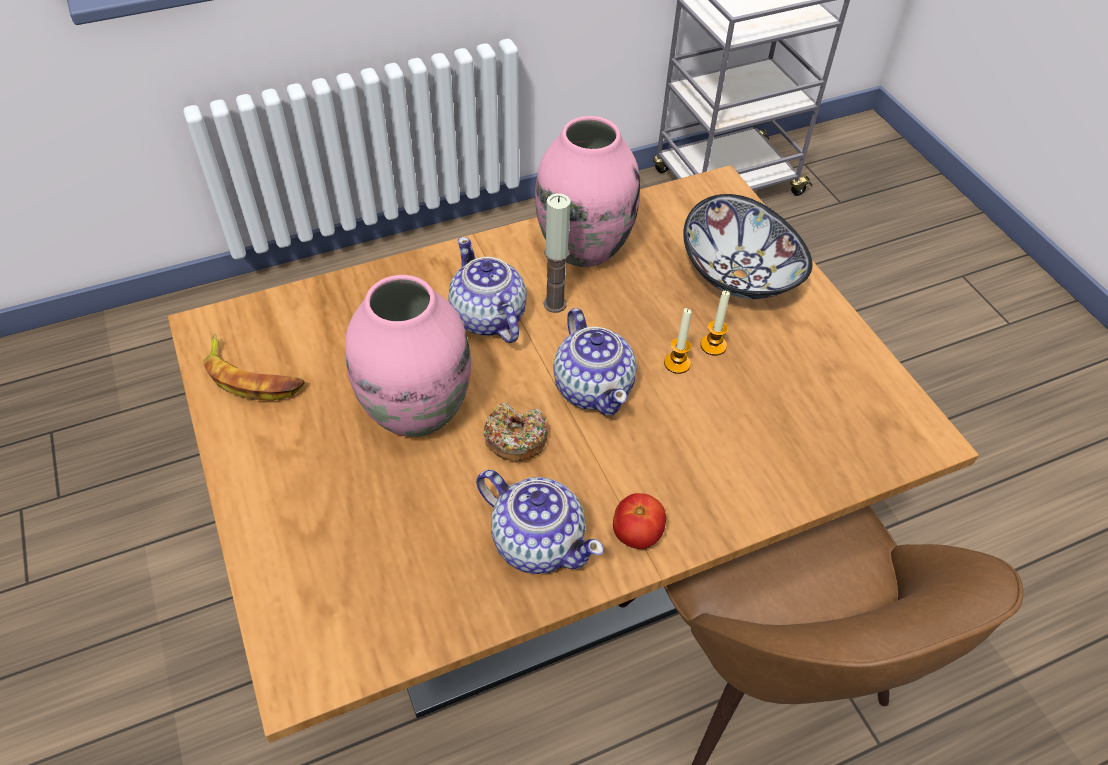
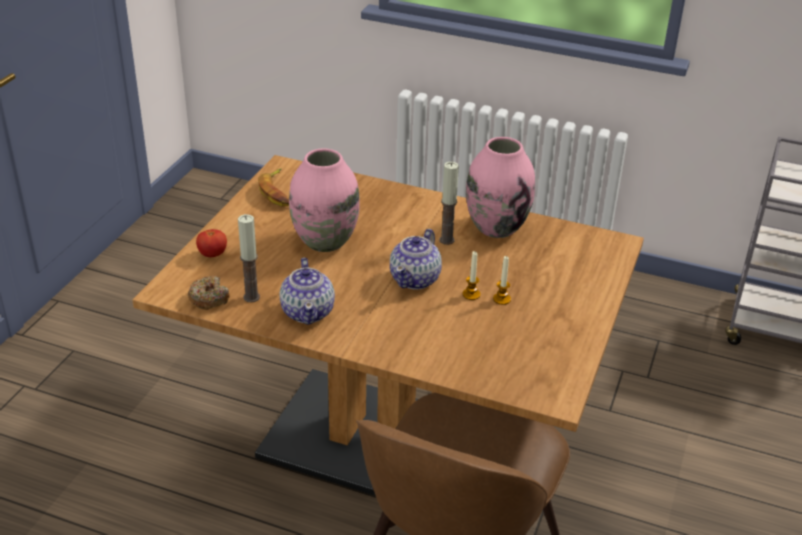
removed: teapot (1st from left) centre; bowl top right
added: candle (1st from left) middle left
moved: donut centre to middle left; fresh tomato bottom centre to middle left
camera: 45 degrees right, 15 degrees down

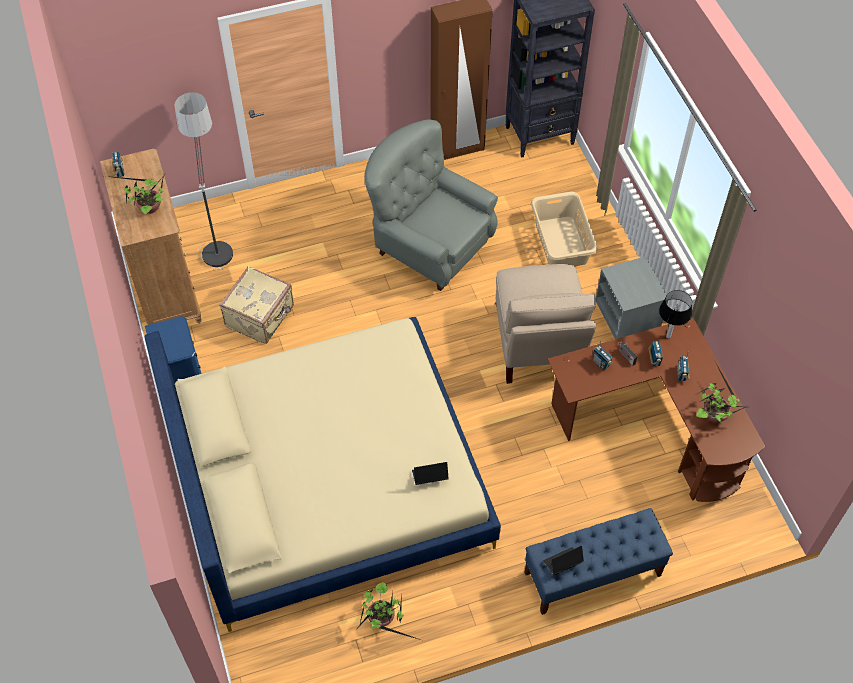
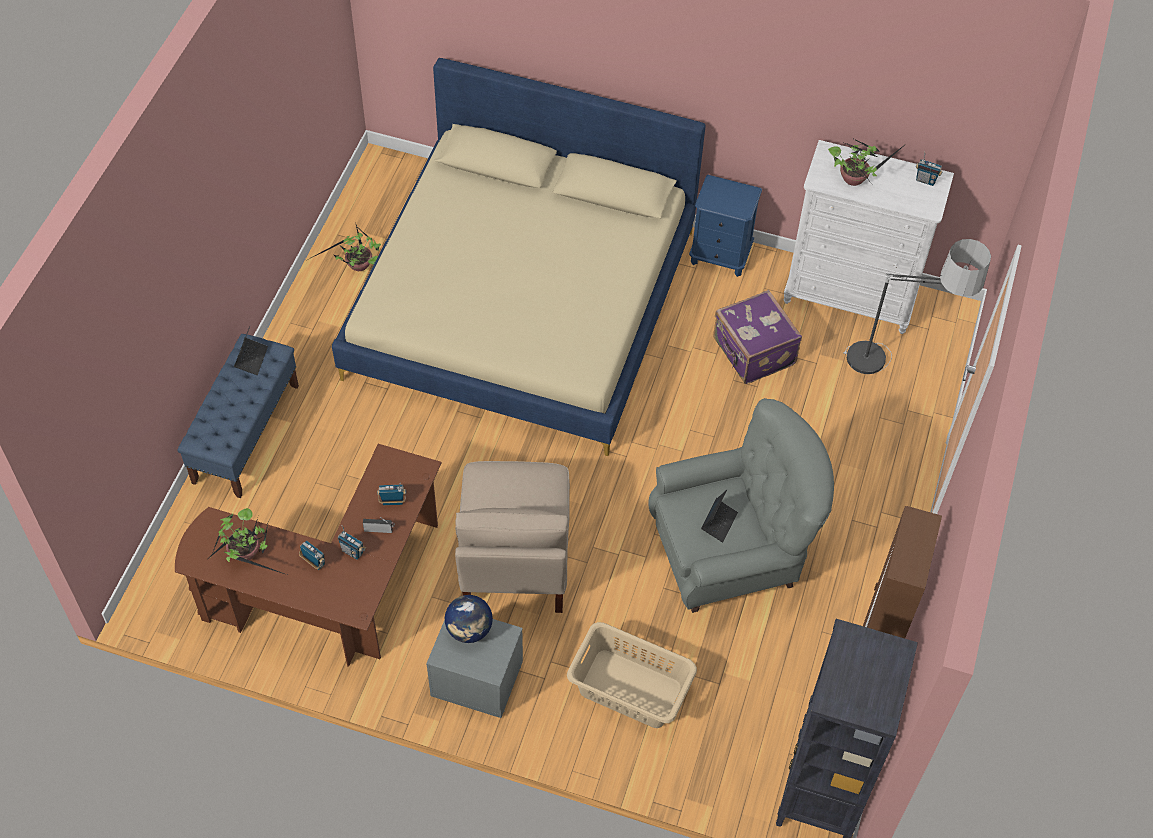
removed: table lamp middle right
added: globe bottom centre
moved: portable computer (1st from left in the first image) bottom centre to portable computer (2nd from left) centre
recoloured: brown-coloured chest of drawers middle left to white-coloured chest of drawers top right; sand-coloured suitcase middle left to purple suitcase centre
turned: sand-coloured plain chair centre = centre 120 degrees counterclockwise
camera: 125 degrees right, 0 degrees up

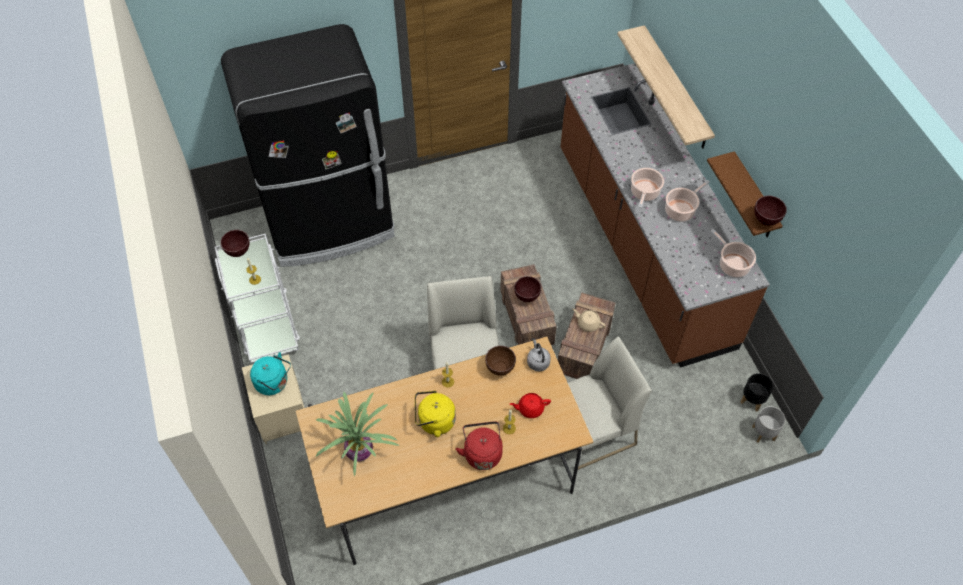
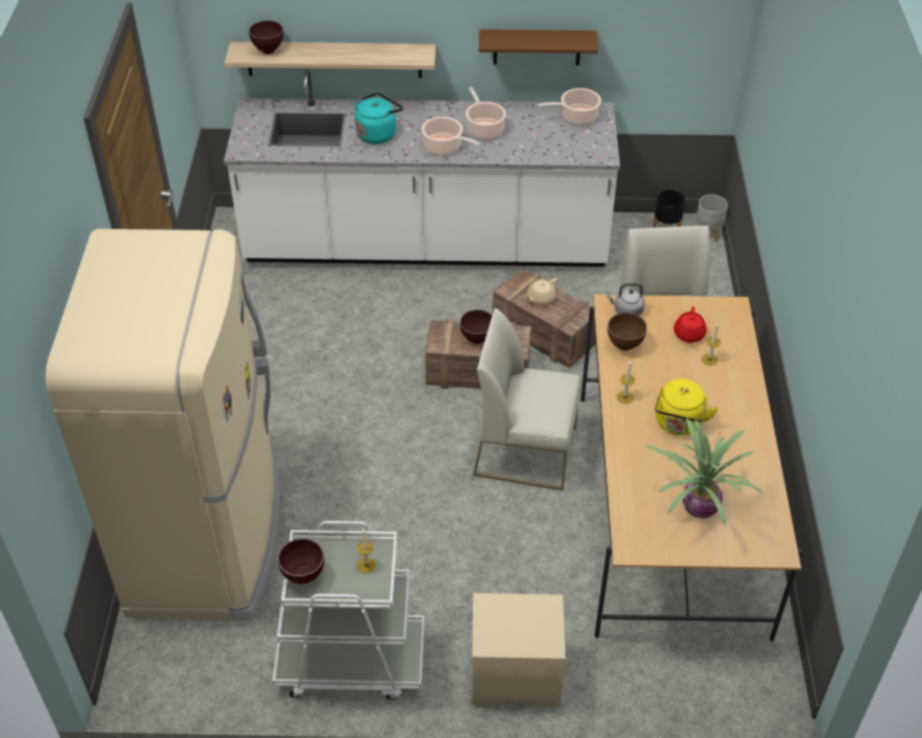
removed: red water kettle bottom centre
moved: turquoise-coloured water kettle middle left to top centre; brown-coloured bowl (4th from left in the first image) middle right to brown-coloured bowl (1st from left) top left
recoloured: black fridge top left to sand-coloured fridge middle left; brown-coloured kitchen counter middle right to white-coloured kitchen counter top centre
camera: 70 degrees left, 10 degrees down

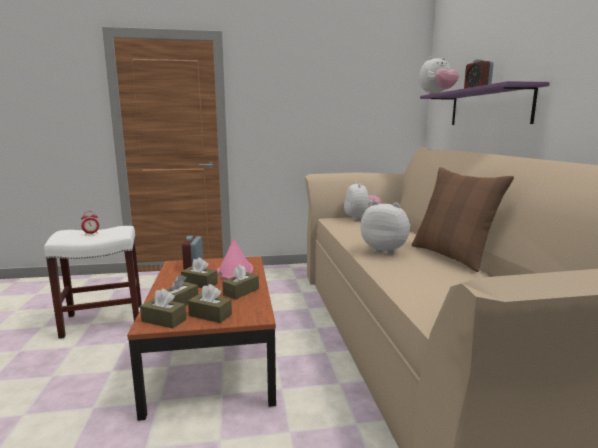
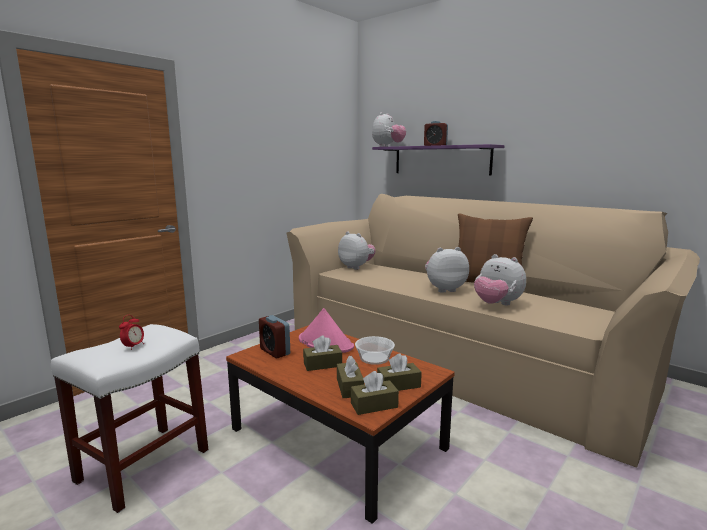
added: plush toy (4th from left) middle right
replaced: brown-coloured tissue box (5th from left) centre to bowl centre
camera: 40 degrees left, 0 degrees up

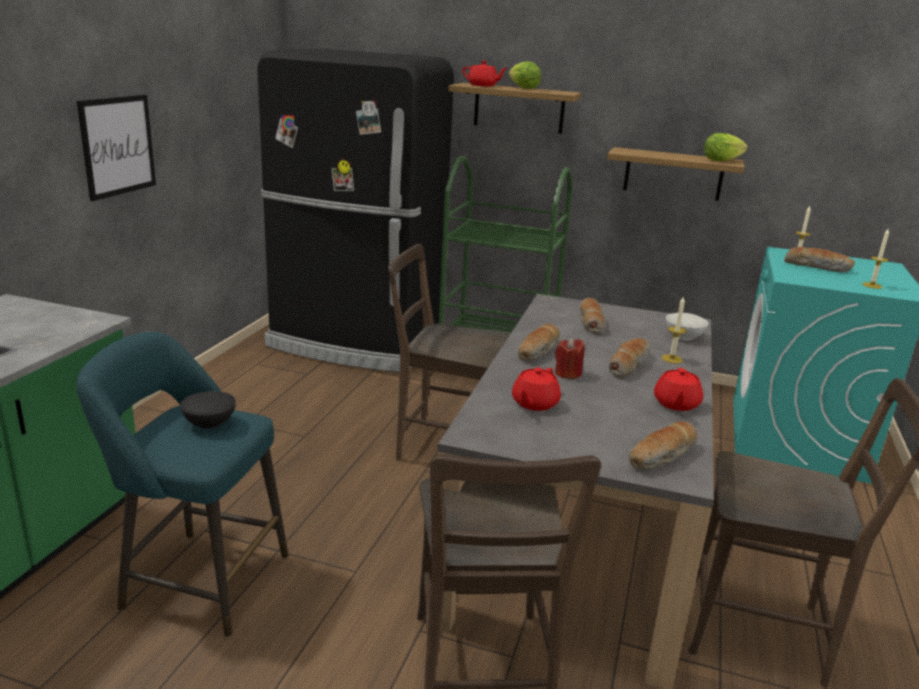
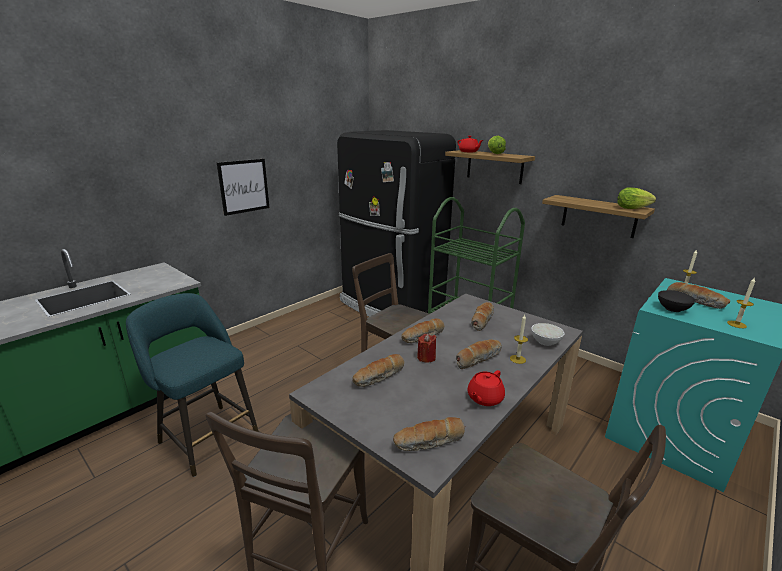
moved: black bowl middle left to middle right
replaced: red teapot (2nd from left) centre to bread (1st from left) centre
camera: 25 degrees right, 0 degrees up

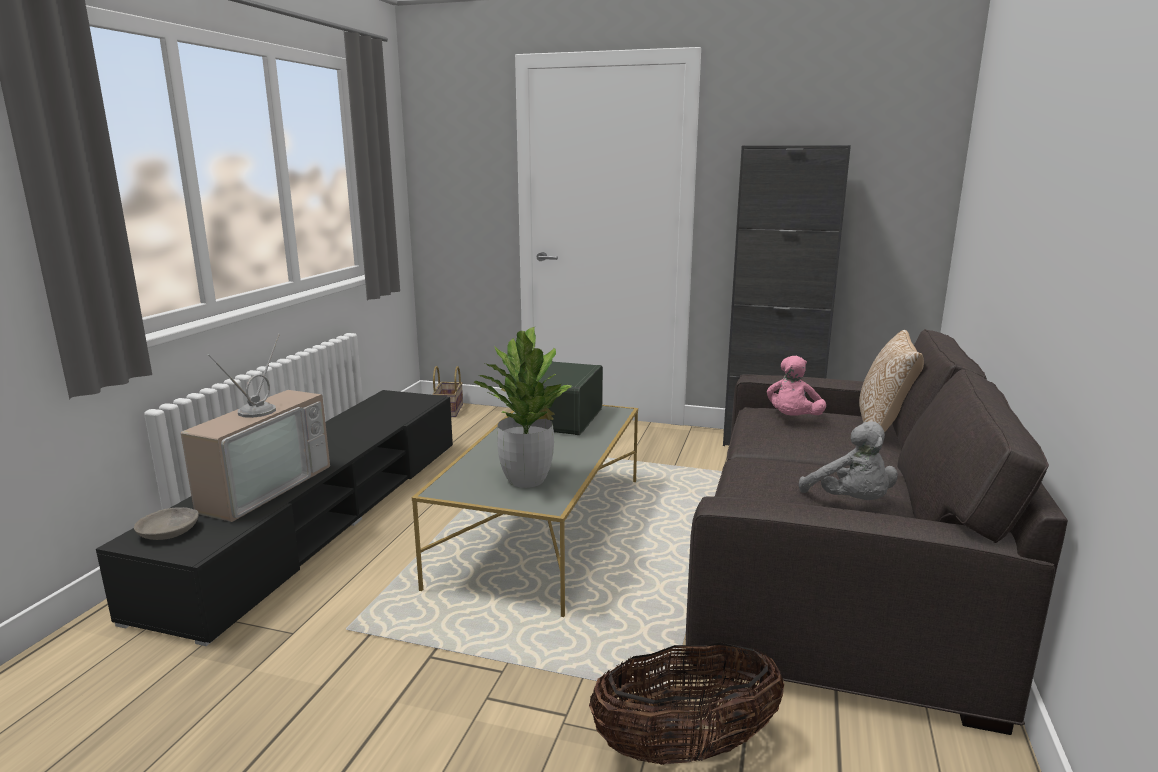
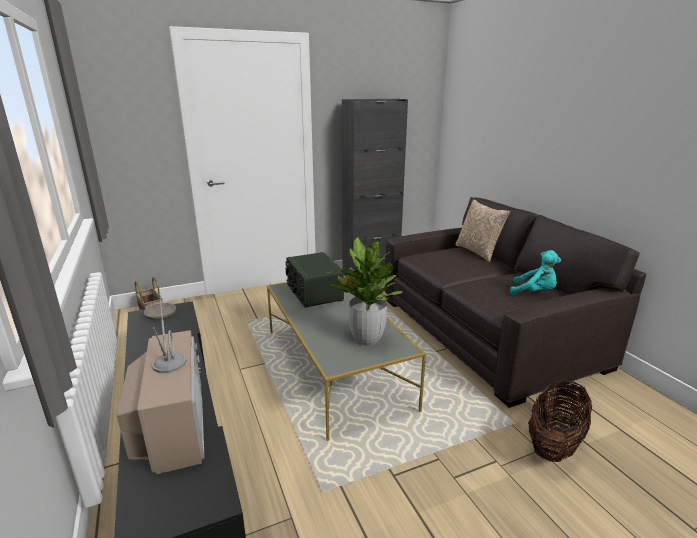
removed: pink-coloured plush toy middle right
moved: greyish bowl bottom left to middle left
recoloured: greyish plush toy middle right to turquoise-coloured plush toy middle right
camera: 40 degrees left, 5 degrees up

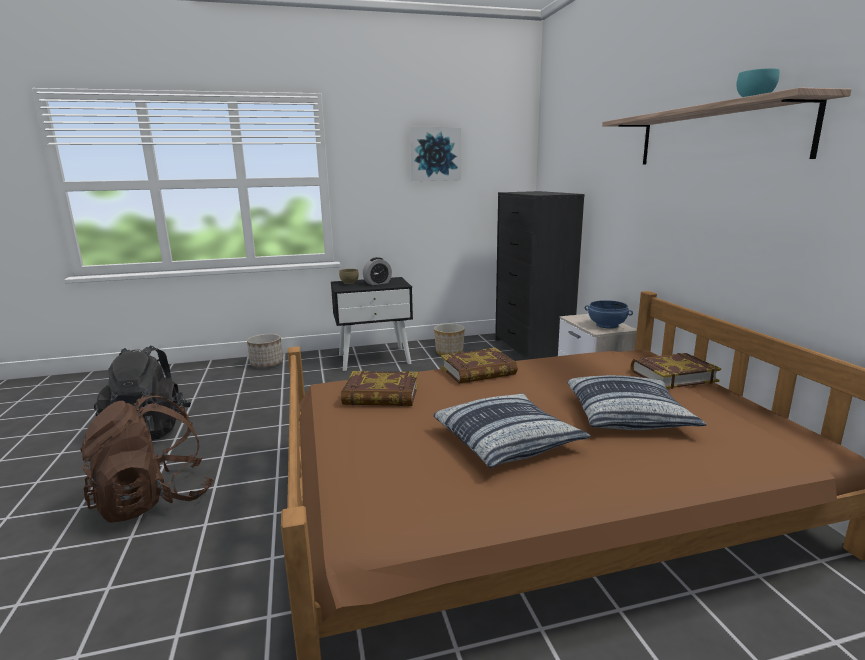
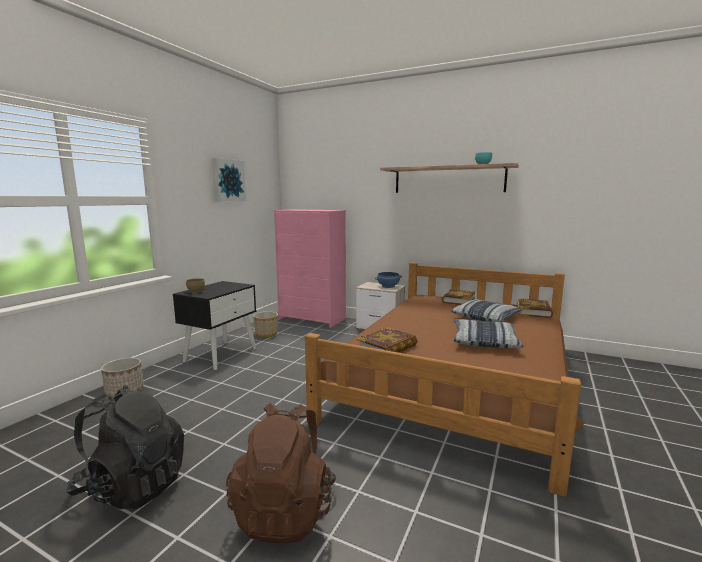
removed: alarm clock centre
moved: bound book (2nd from left in the first image) centre to bound book (3rd from left) middle right
recoloured: black chest of drawers centre to pink-coloured chest of drawers centre
camera: 50 degrees left, 5 degrees down

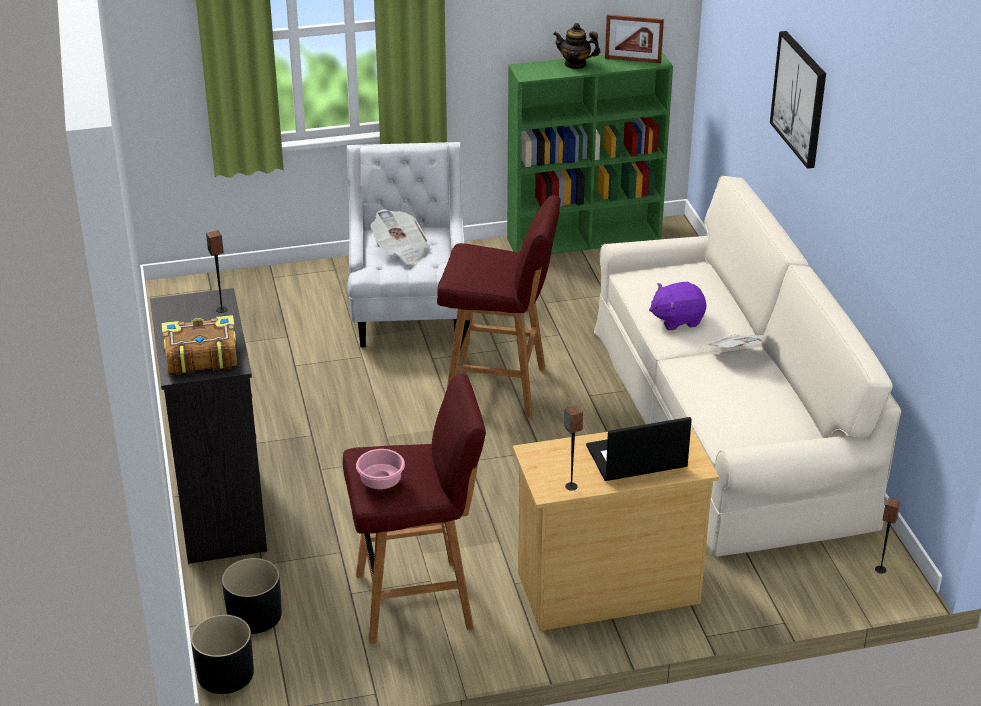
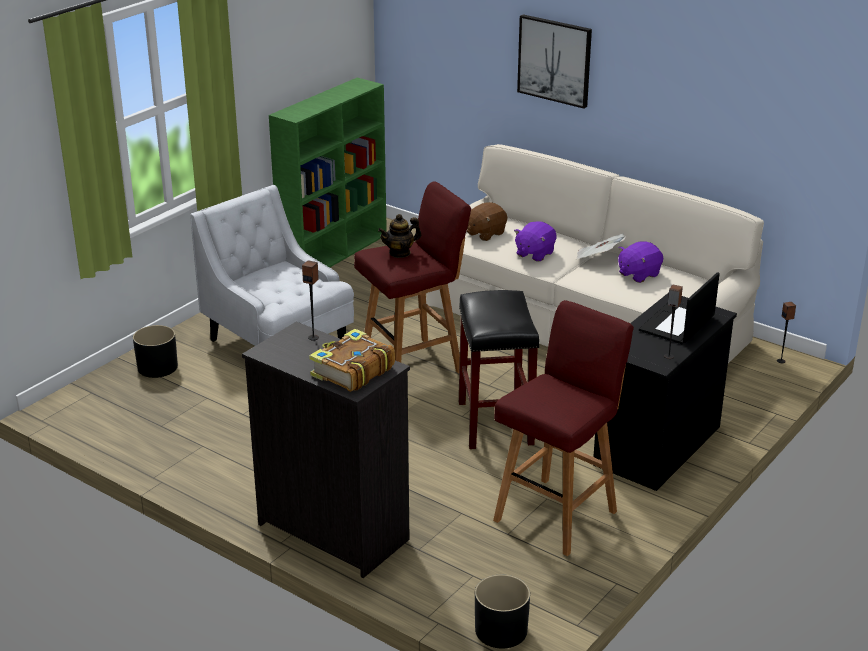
removed: pink-coloured bowl centre; newspaper (1st from left) centre; picture frame top centre
added: black stool seat centre; brown-coloured plush toy centre; purple plush toy (2nd from left) middle right
moved: black plant pot (2nd from left in the first image) bottom left to black plant pot (1st from left) middle left; teapot top centre to centre
recoloured: sand-coloured chest of drawers bottom centre to black chest of drawers (2nd from left) middle right
camera: 40 degrees left, 5 degrees down

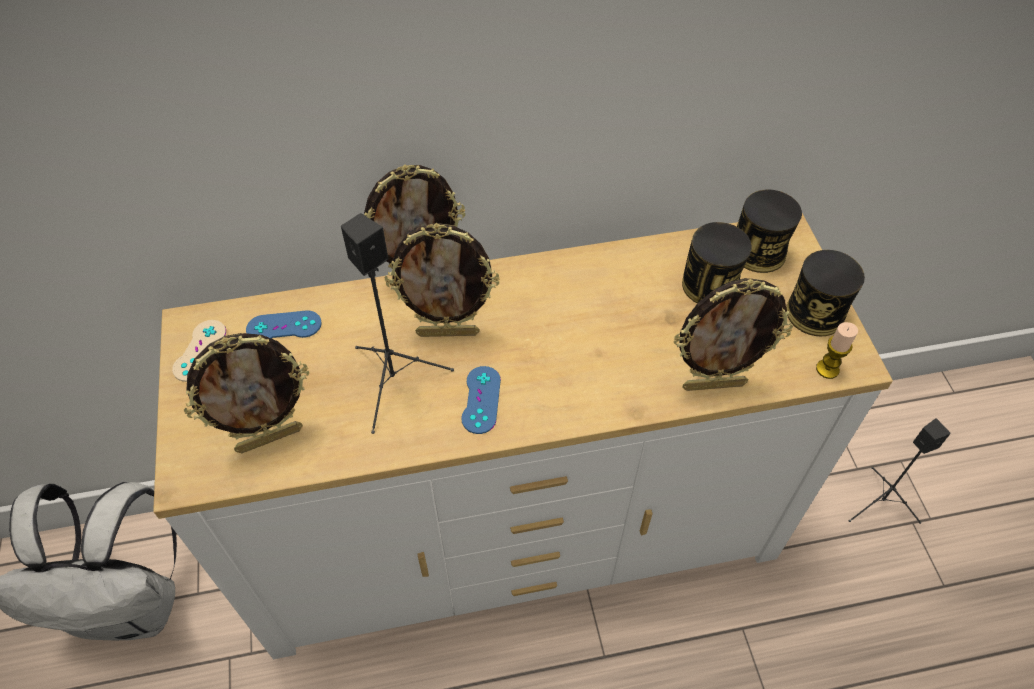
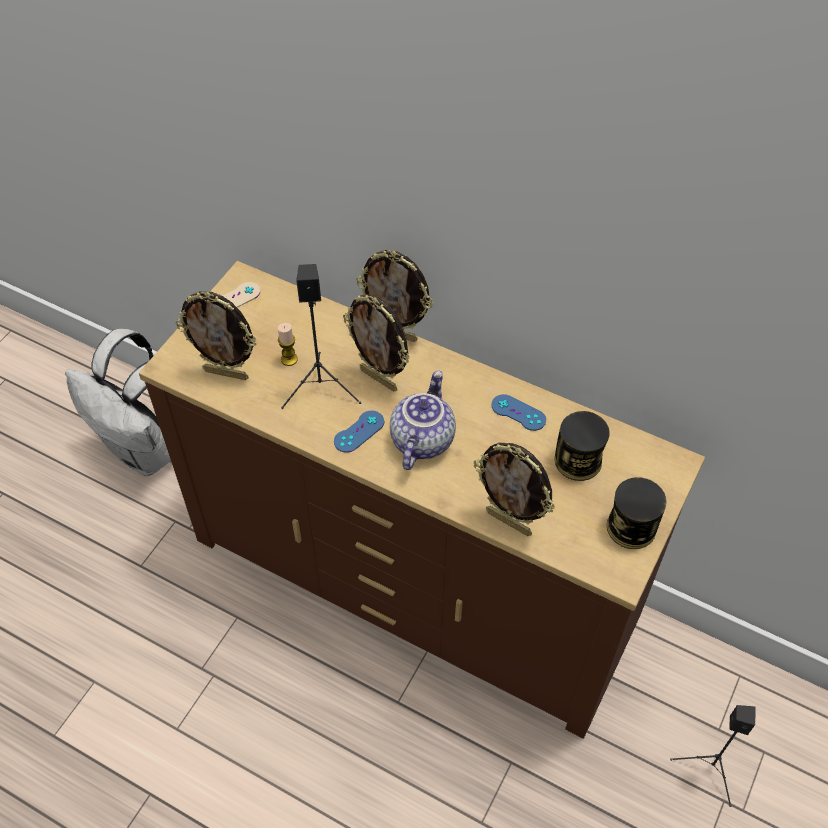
removed: metal can (2nd from left) middle right
added: teapot centre
moved: blue joypad (1st from left in the first image) middle left to blue joypad (2nd from left) centre; candle middle right to centre
recoloured: white-coloured chest of drawers centre to brown-coloured chest of drawers centre
camera: 40 degrees right, 0 degrees up

